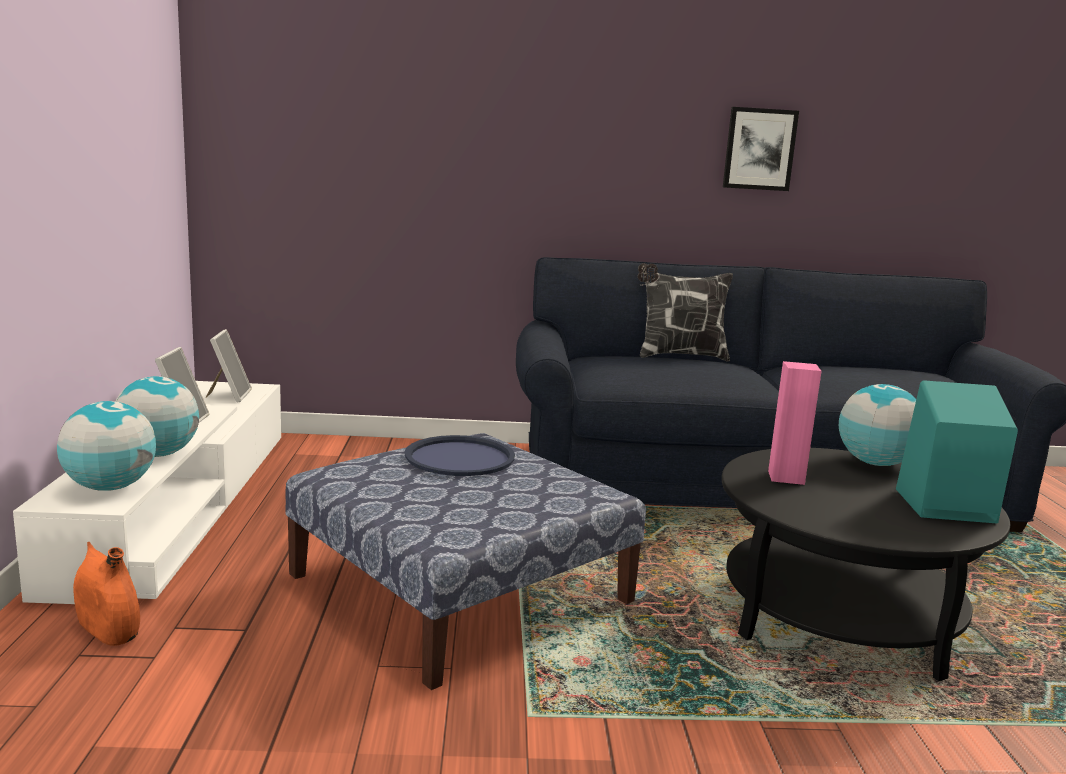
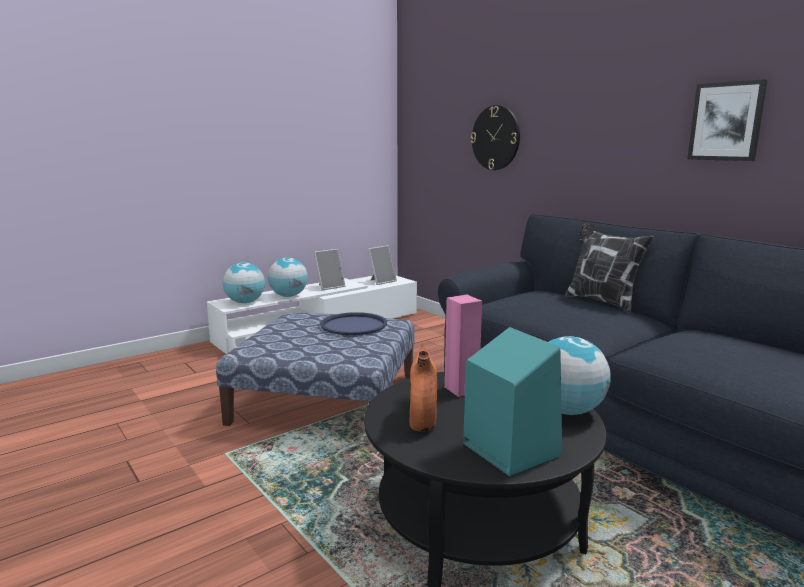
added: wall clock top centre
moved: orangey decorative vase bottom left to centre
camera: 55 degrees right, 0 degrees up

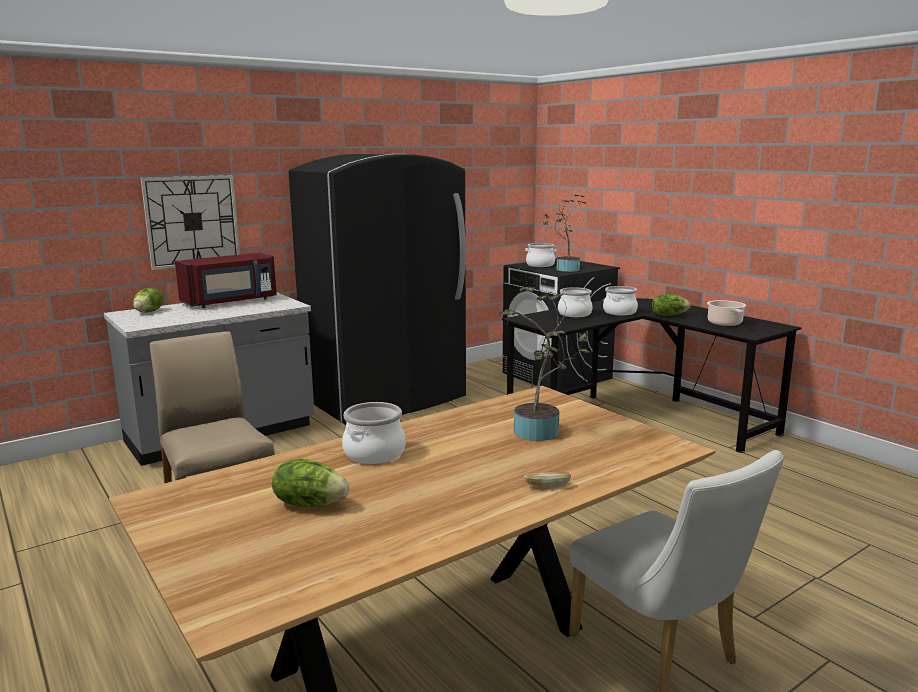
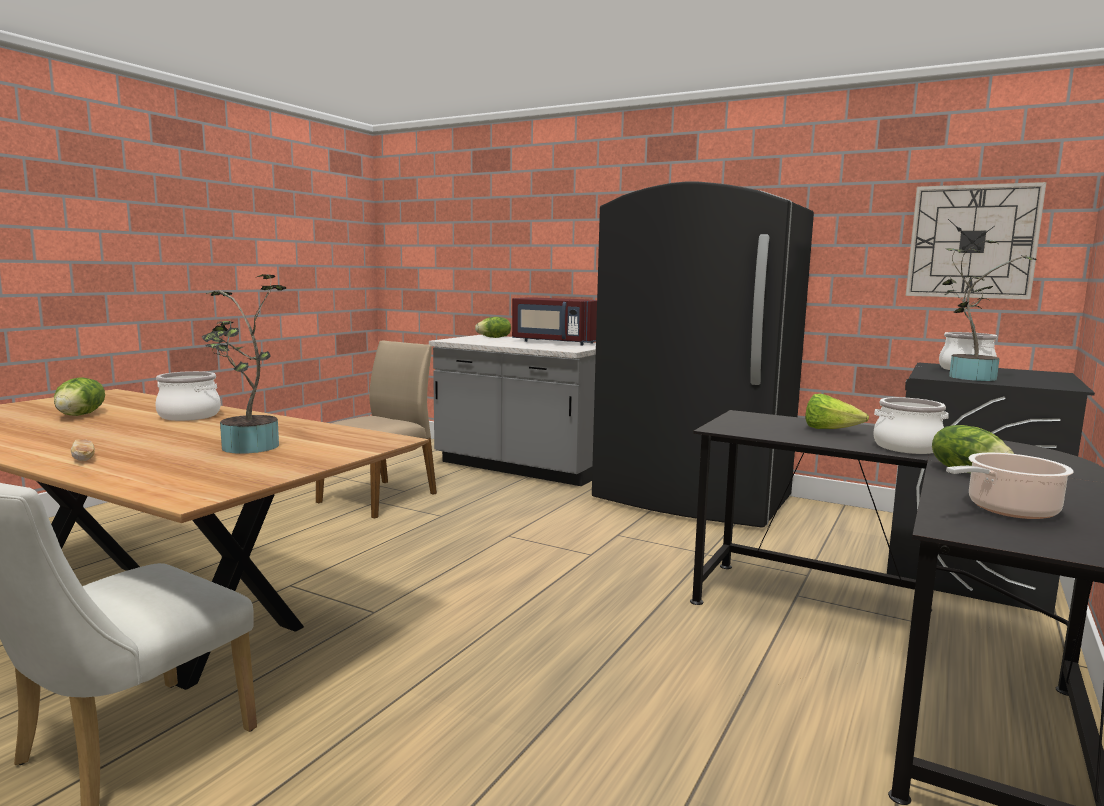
moved: wall clock top left to top right
replaced: stockpot (3rd from left) centre to lettuce (3rd from left) middle right
camera: 65 degrees right, 5 degrees down

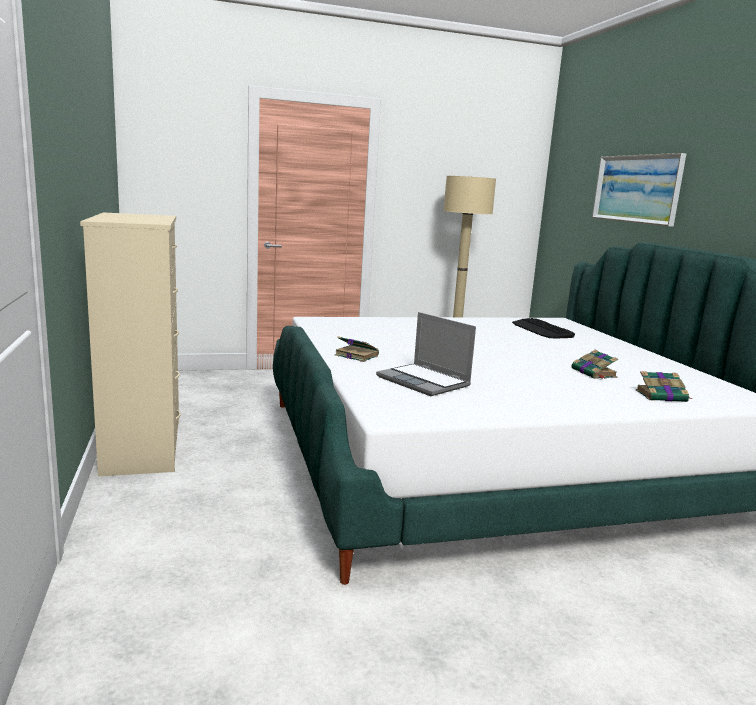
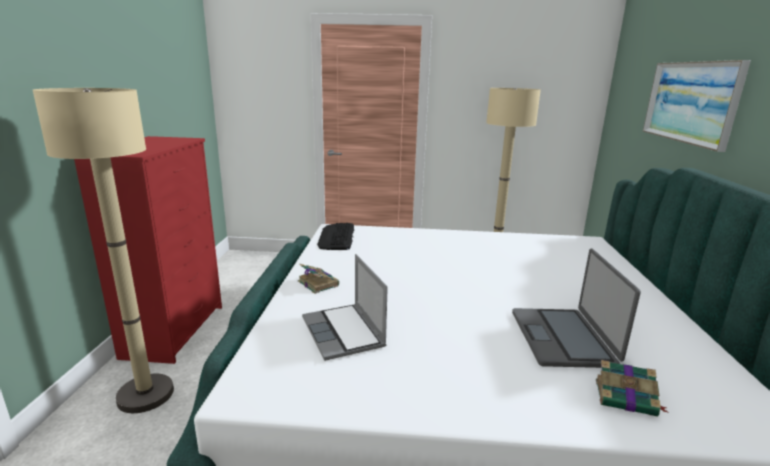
added: sand-coloured standing lamp (1st from left) middle left
moved: keyboard middle right to centre
replaced: bound book (2nd from left) middle right to portable computer (2nd from left) middle right
recoloured: sand-coloured chest of drawers middle left to red chest of drawers middle left
camera: 20 degrees right, 5 degrees up

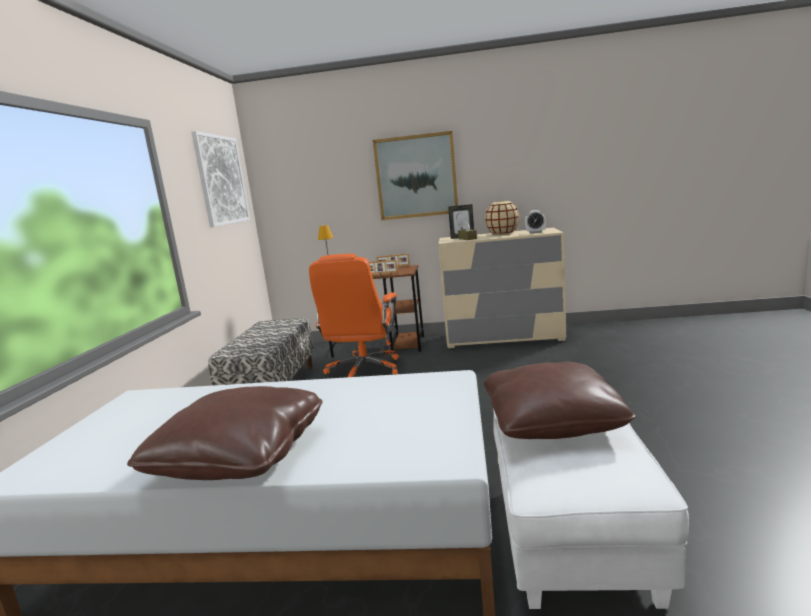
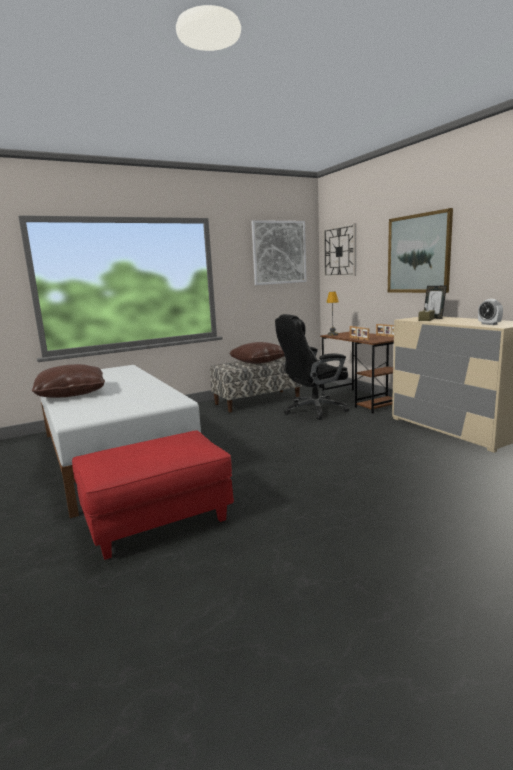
removed: sand-coloured decorative vase centre
added: wall clock top centre
moved: brown-coloured pillow (2nd from left) middle right to centre
recoloured: orangey desk chair centre to black desk chair centre; white-coloured footrest bottom right to red footrest middle left
camera: 55 degrees right, 0 degrees up

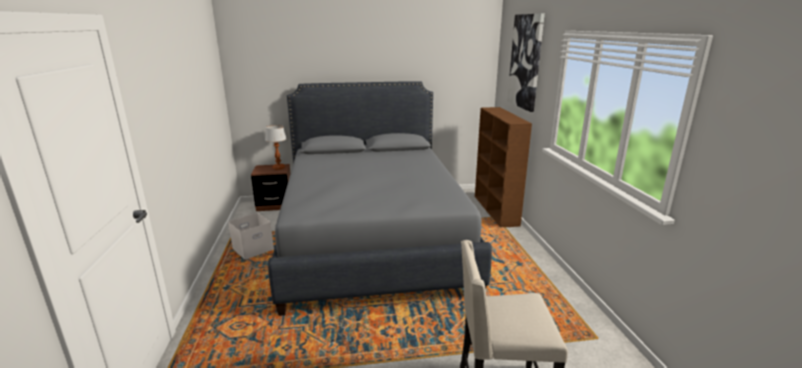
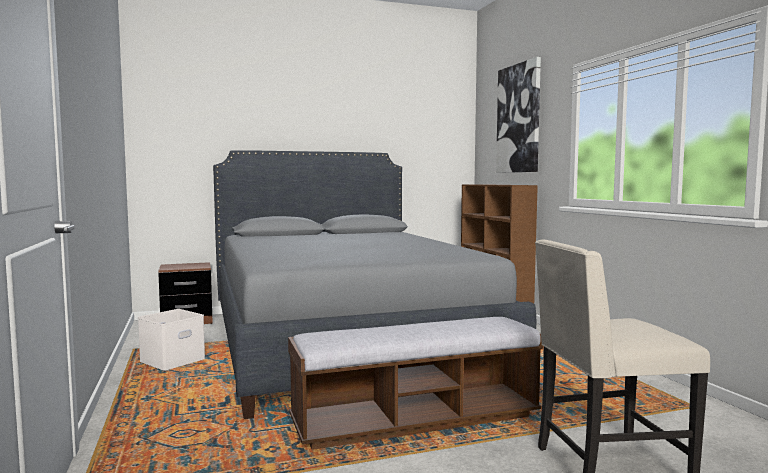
removed: table lamp centre
added: indoor bench bottom centre
camera: 10 degrees left, 15 degrees down

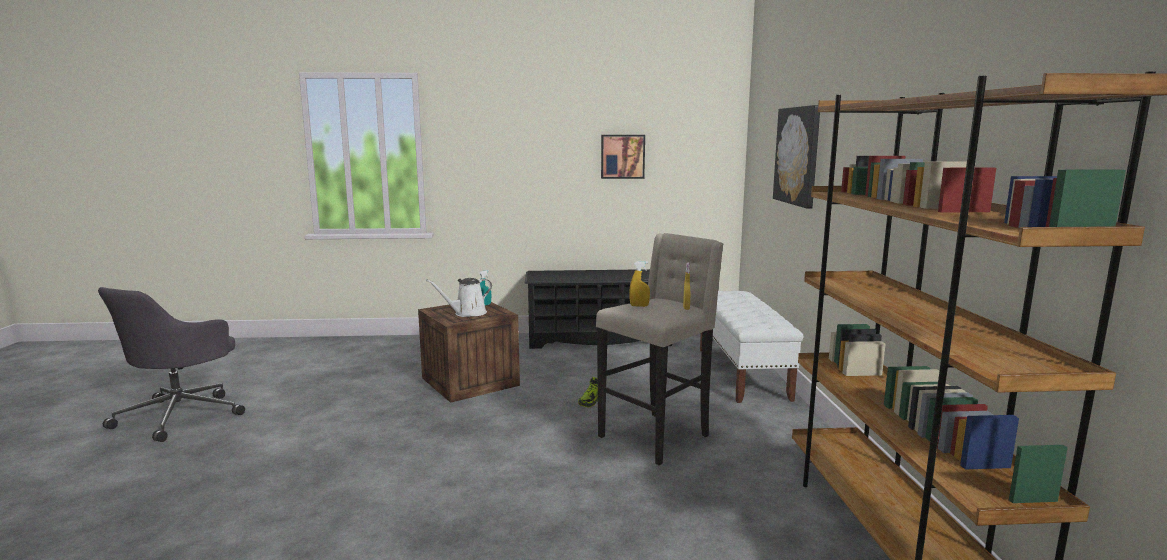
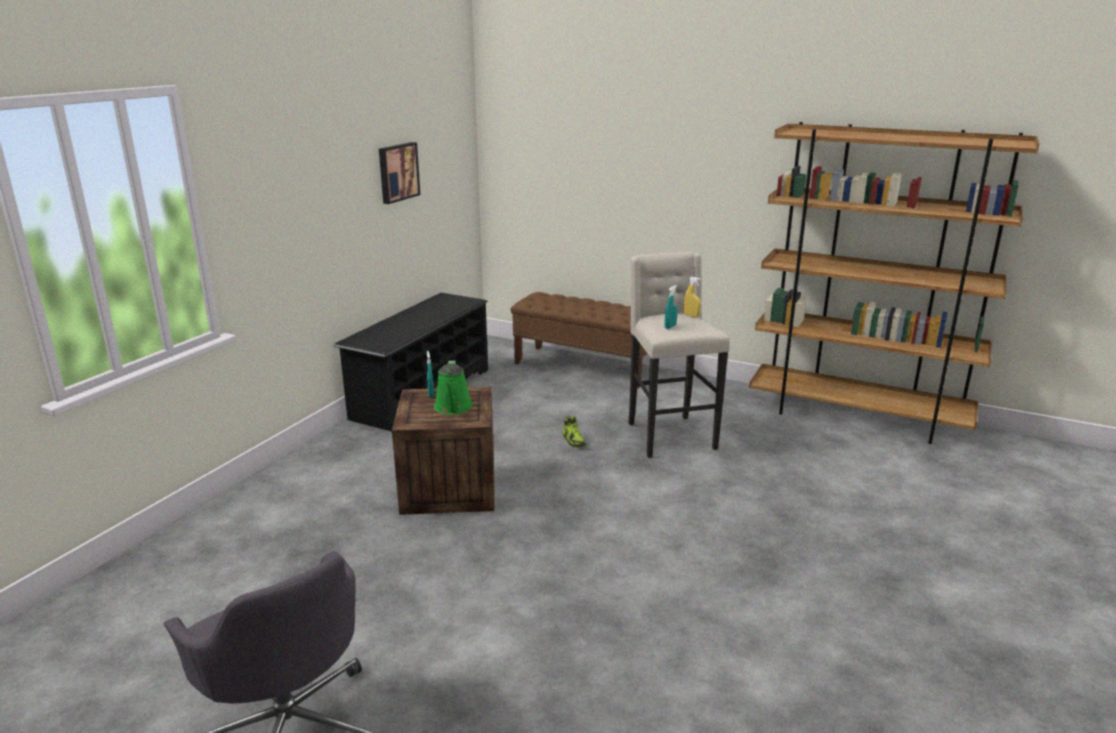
removed: wall picture (2nd from left) top right
recoloured: white-coloured watering can centre to green-coloured watering can centre; yellowish spray bottle (1st from left) centre to turquoise-coloured spray bottle (2nd from left) centre; white-coloured indoor bench centre to brown-coloured indoor bench centre
camera: 60 degrees left, 10 degrees up

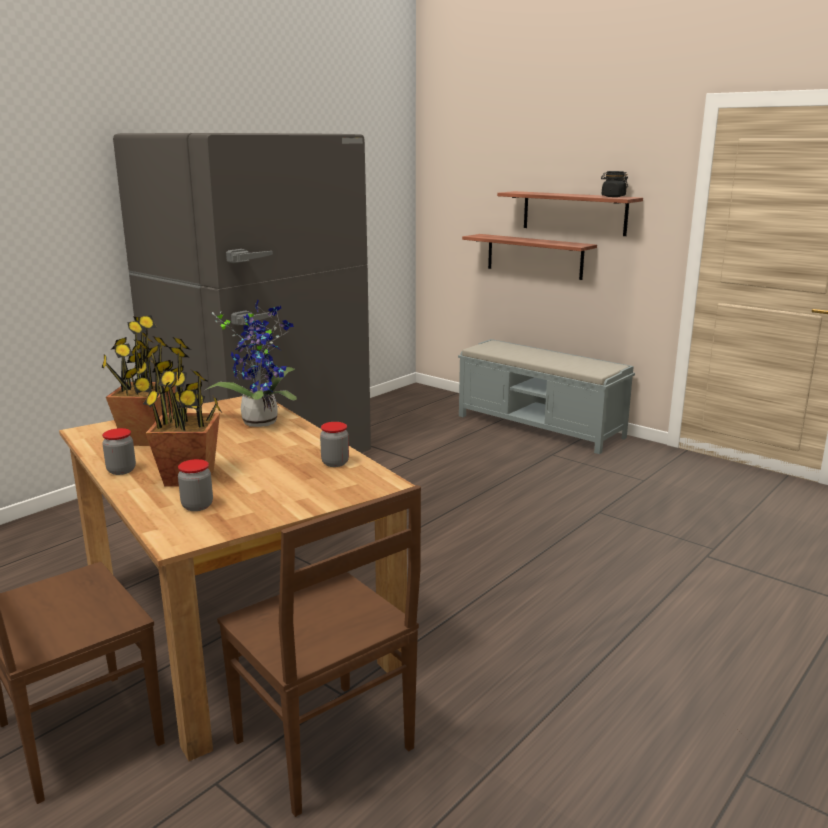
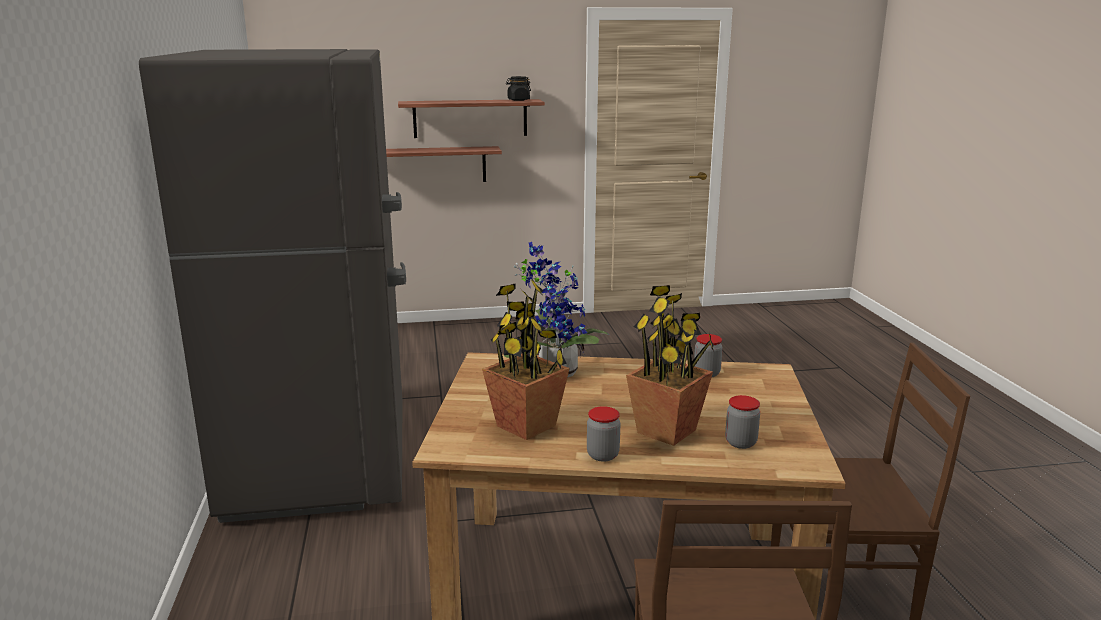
removed: greyish indoor bench centre
camera: 50 degrees left, 0 degrees up

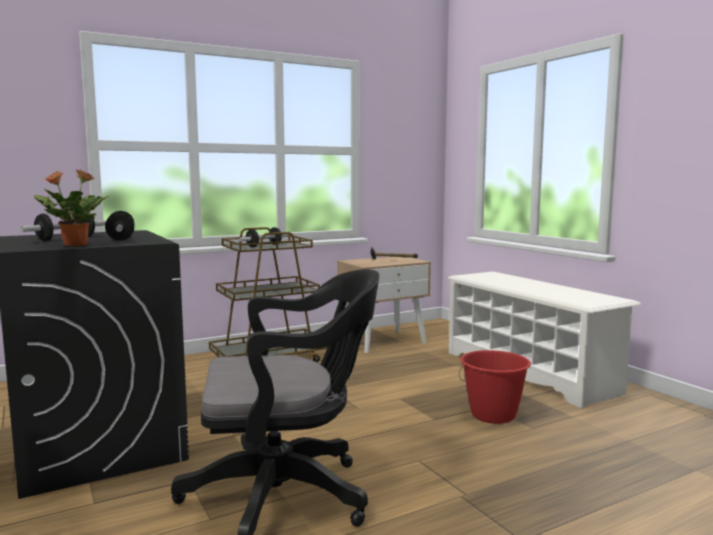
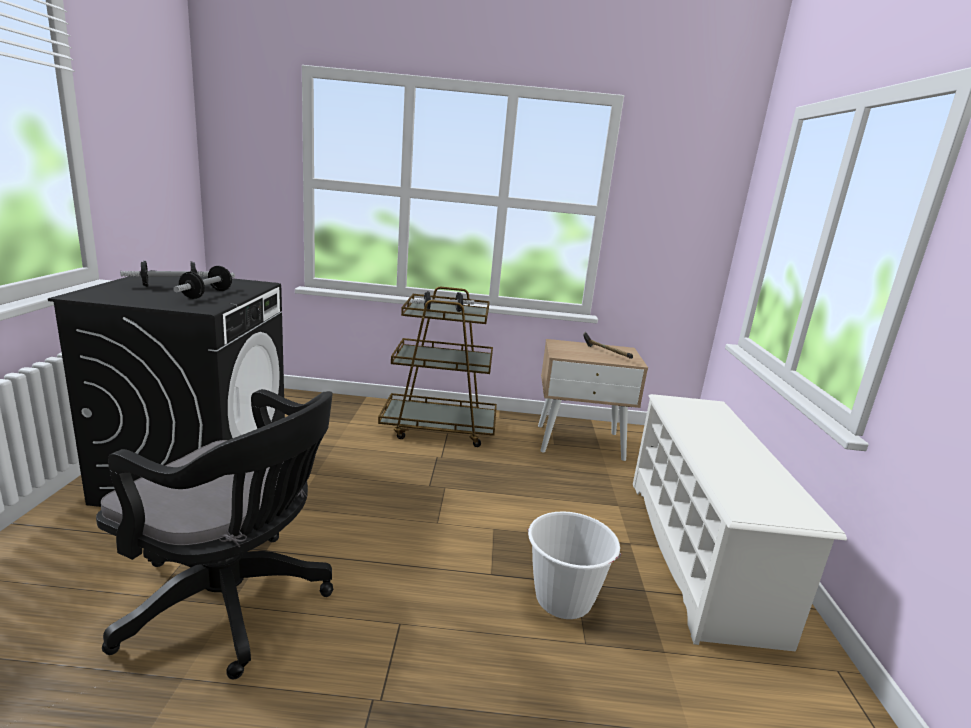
removed: potted plant middle left
recoloured: red water bucket bottom right to white-coloured water bucket bottom centre
camera: 30 degrees right, 10 degrees up

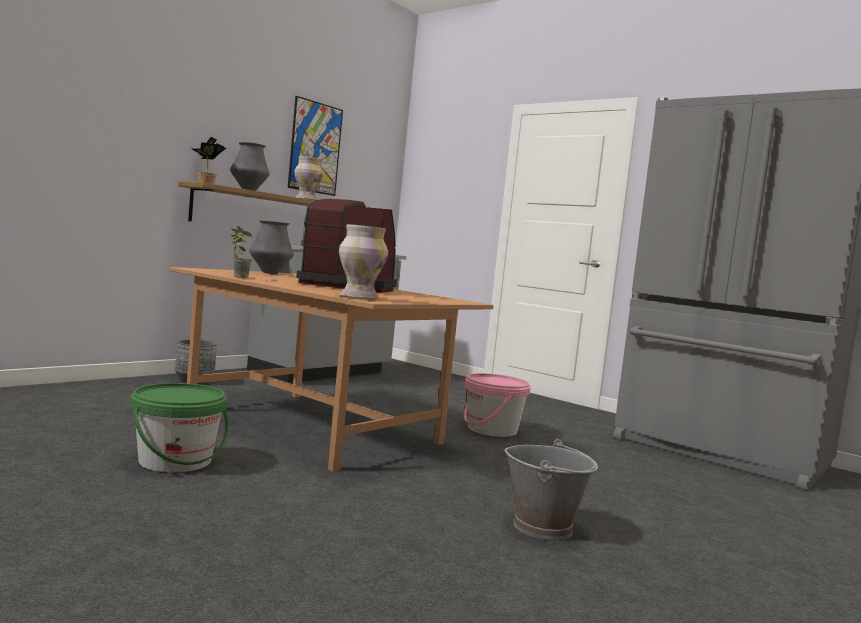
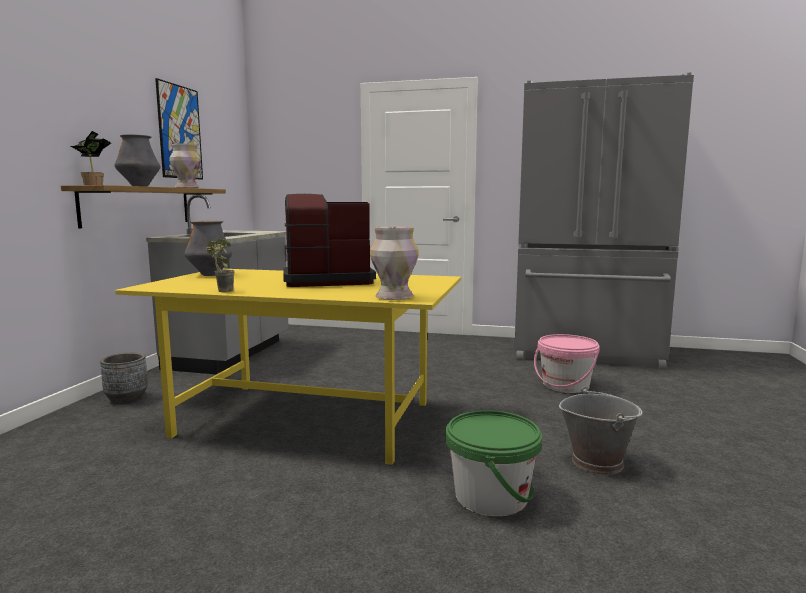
moved: green-coloured water bucket bottom left to bottom centre; pink-coloured water bucket centre to middle right
recoloured: brown-coloured dinner table centre to yellowish dinner table centre
camera: 25 degrees left, 5 degrees up

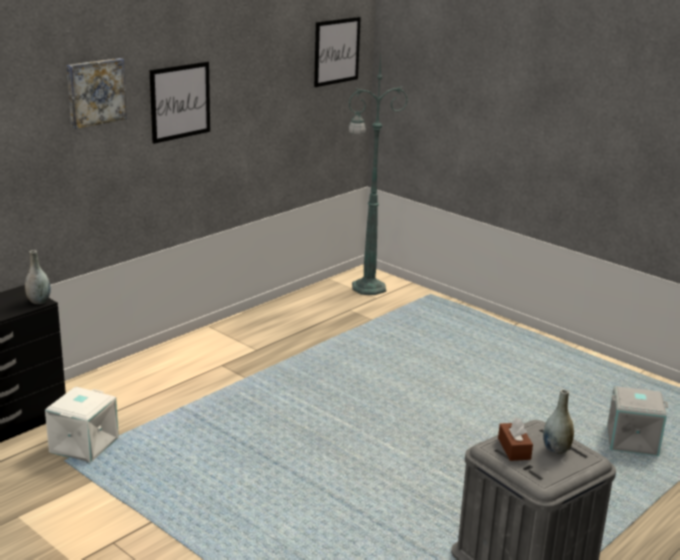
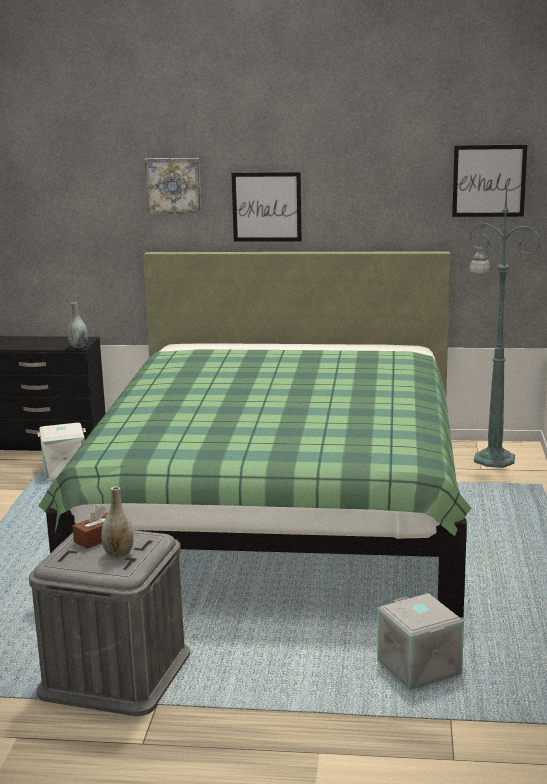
added: green-coloured bedroom bed centre
camera: 55 degrees right, 5 degrees down

